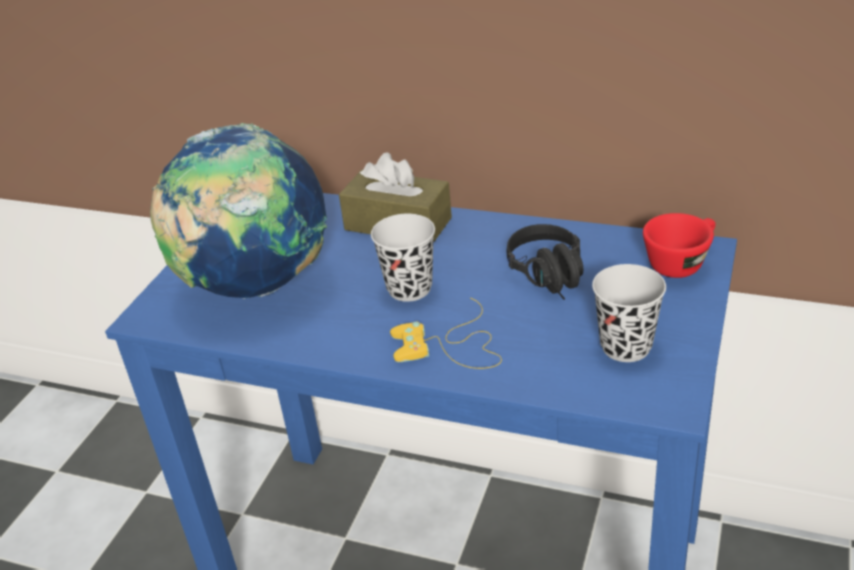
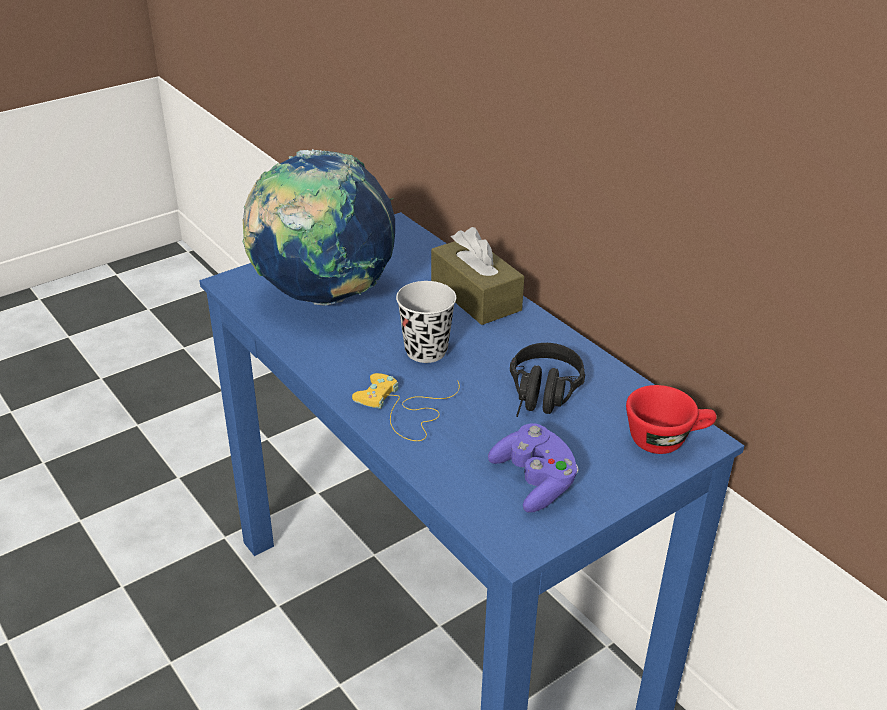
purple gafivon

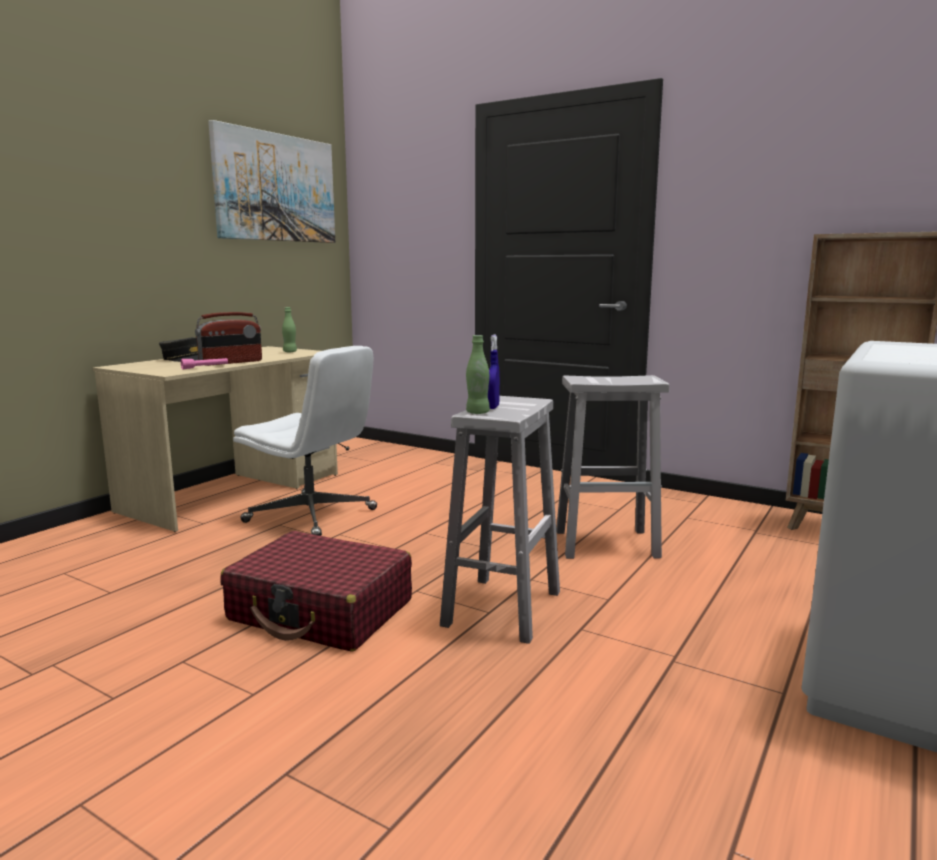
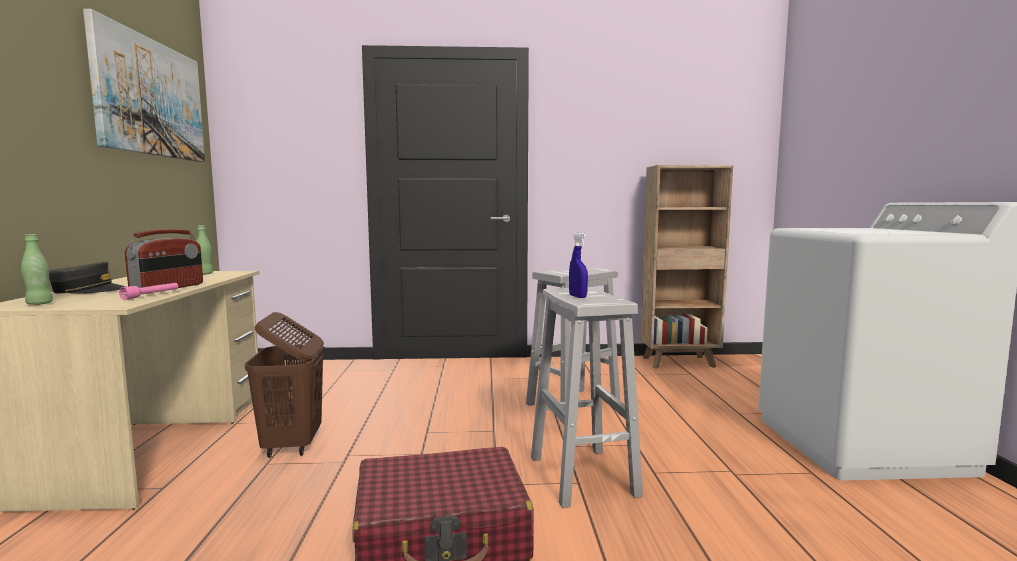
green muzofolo (no. 1 from left); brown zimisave

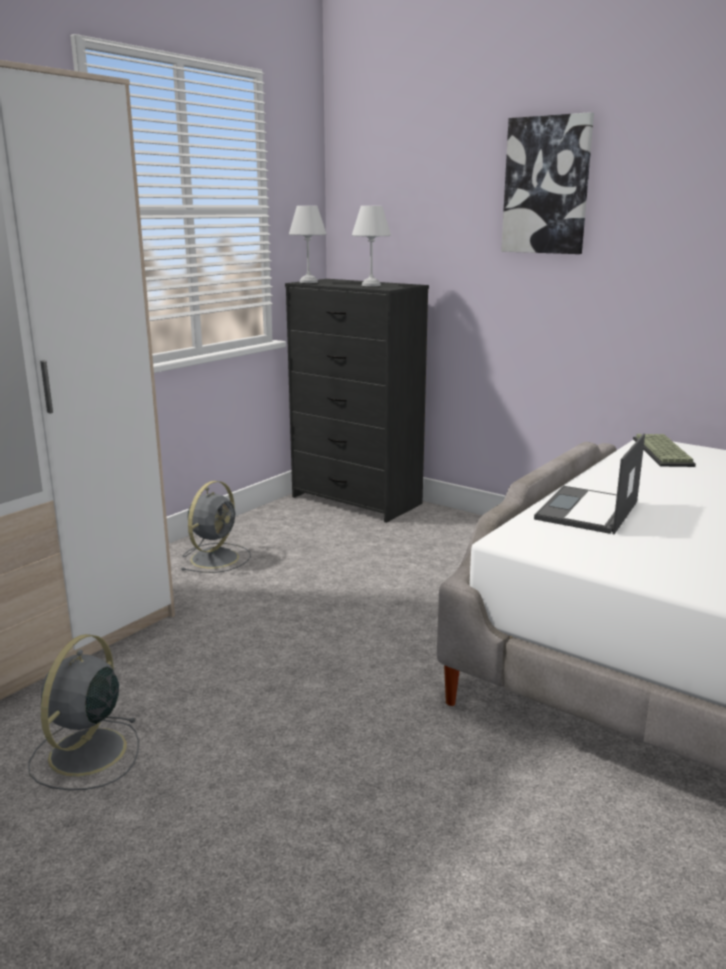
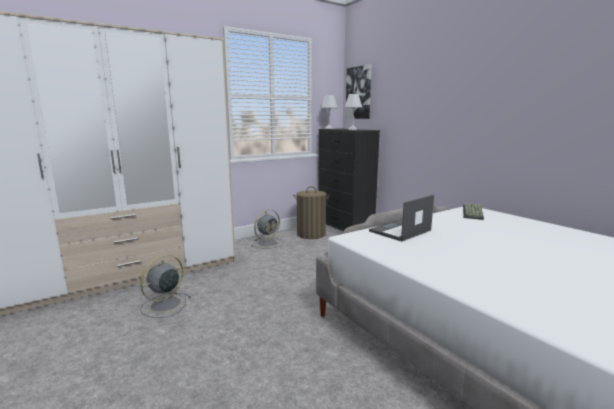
zimisave; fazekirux

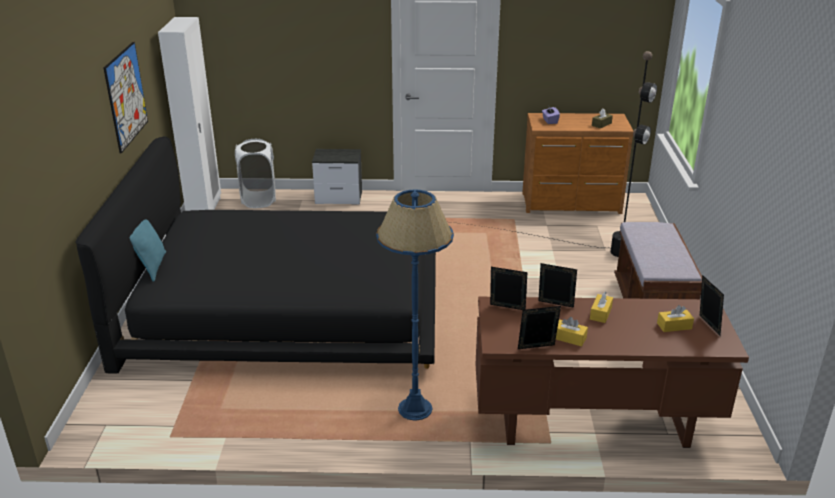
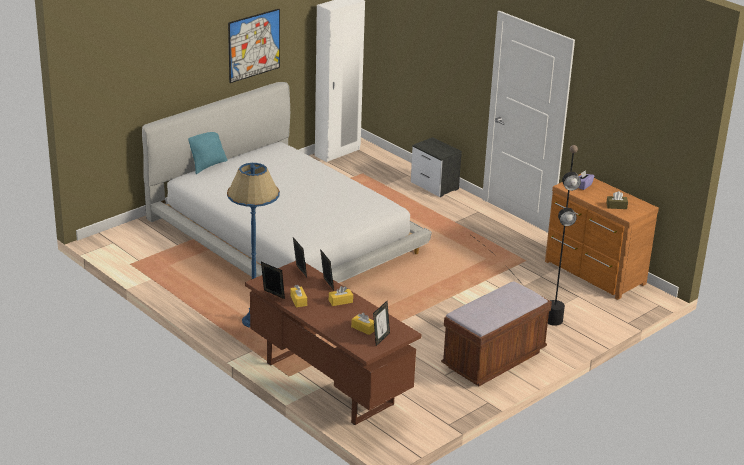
white zimisave; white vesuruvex

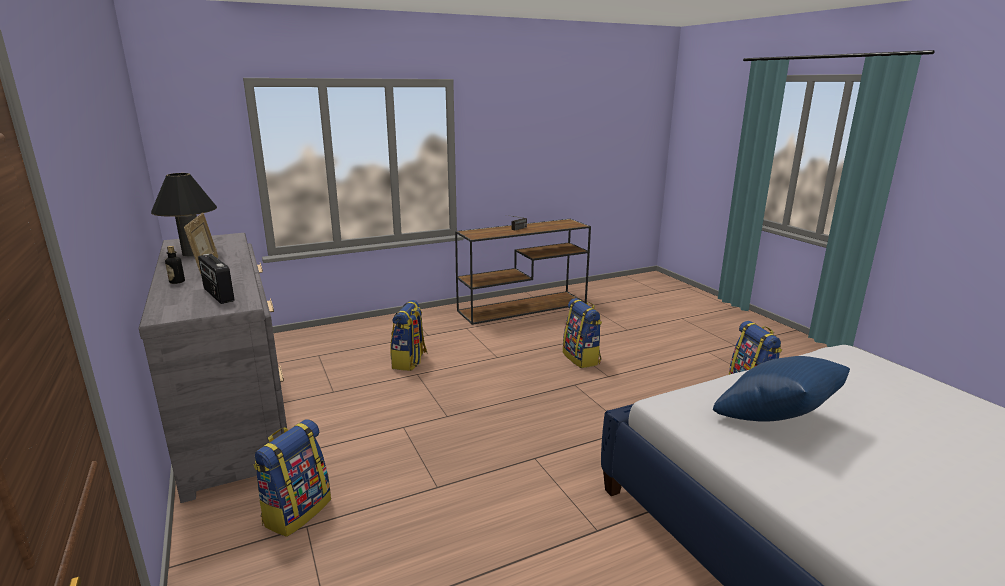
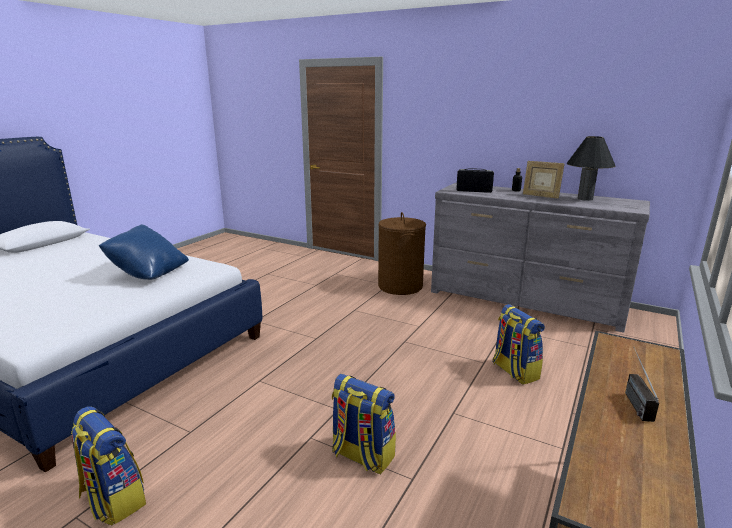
brown zimisave

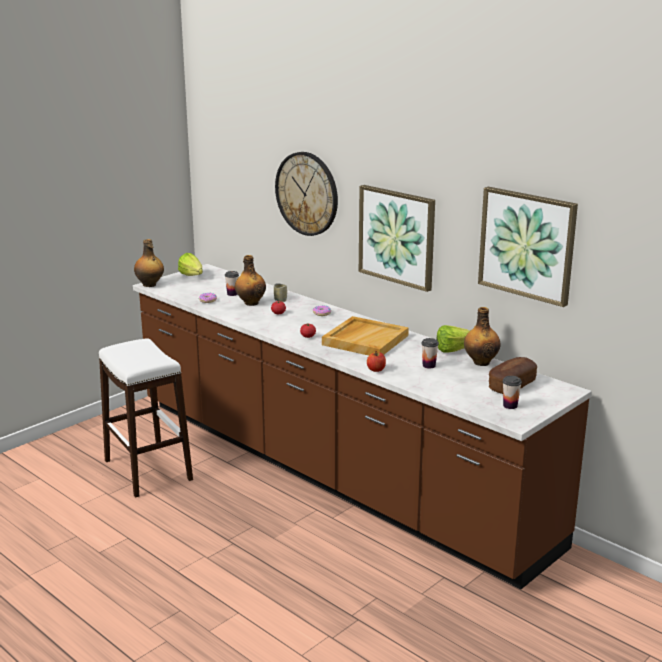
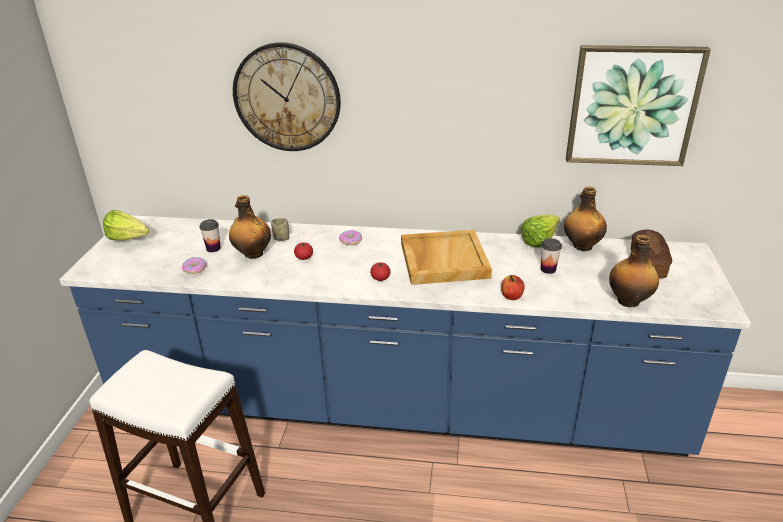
fazekirux (no. 1 from left in the first image); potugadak (no. 4 from left in the first image); muzofolo (no. 3 from left); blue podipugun

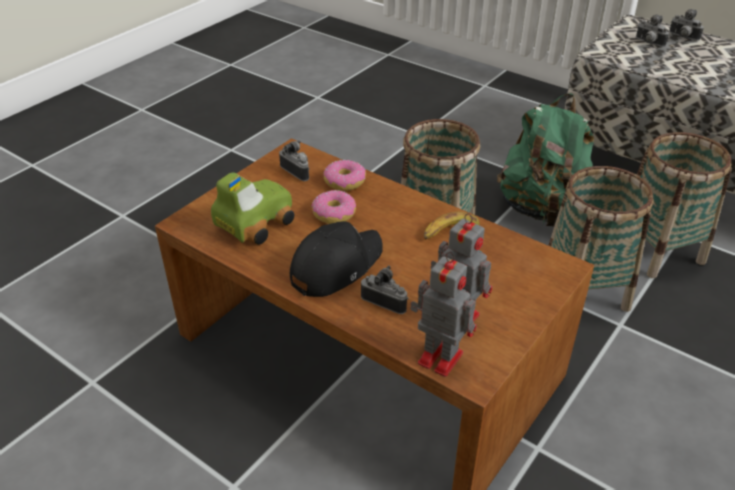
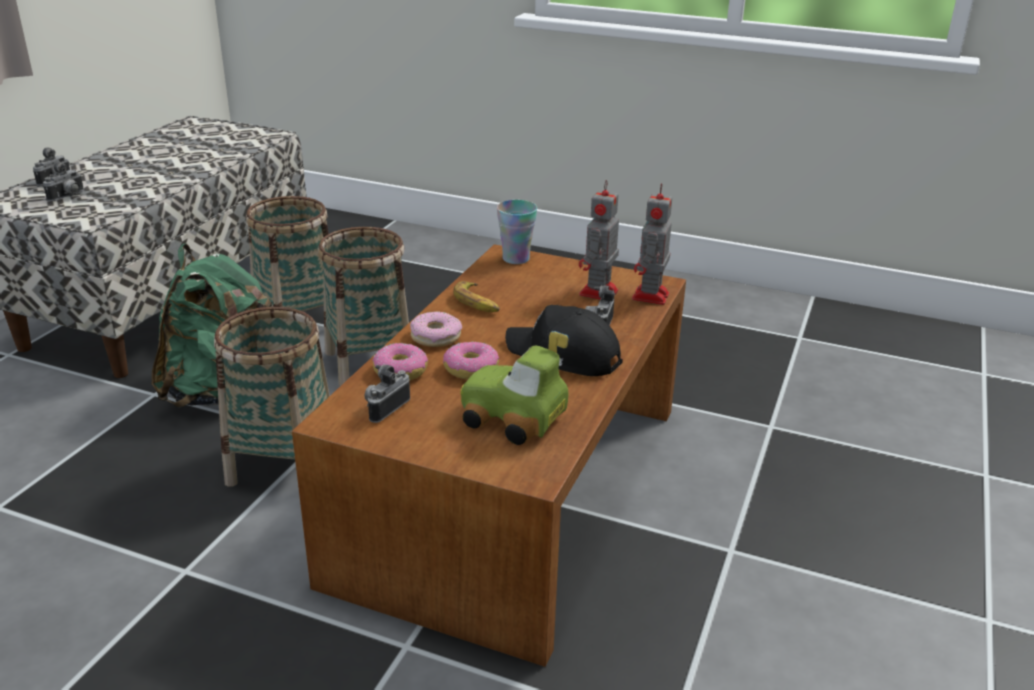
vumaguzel (no. 2 from left); potugadak

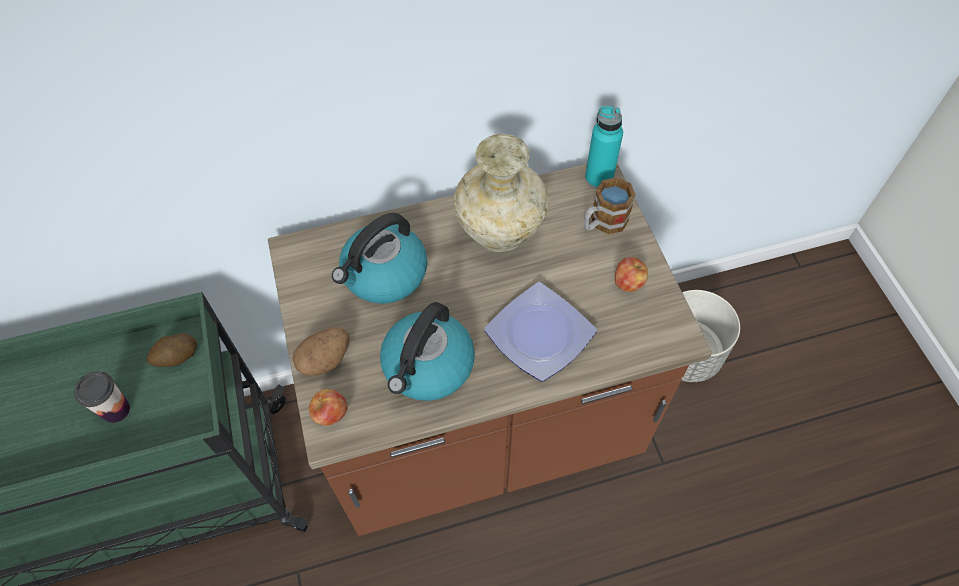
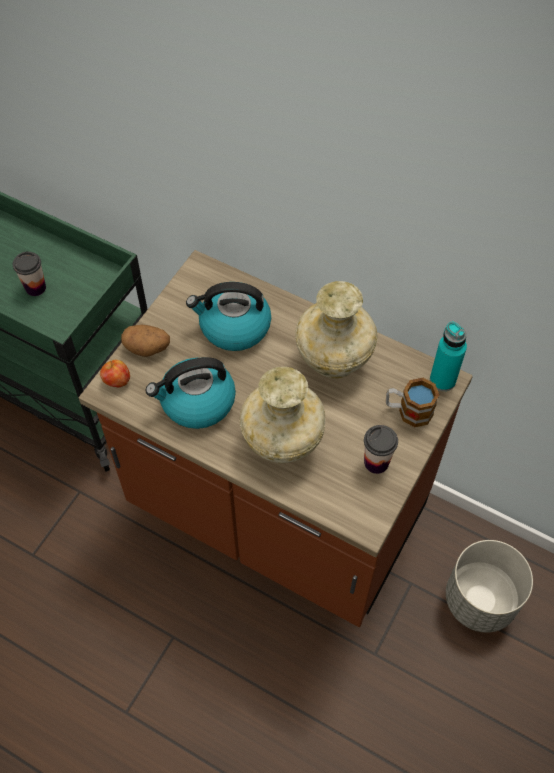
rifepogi (no. 1 from left in the first image); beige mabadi (no. 1 from left); potugadak (no. 2 from left)

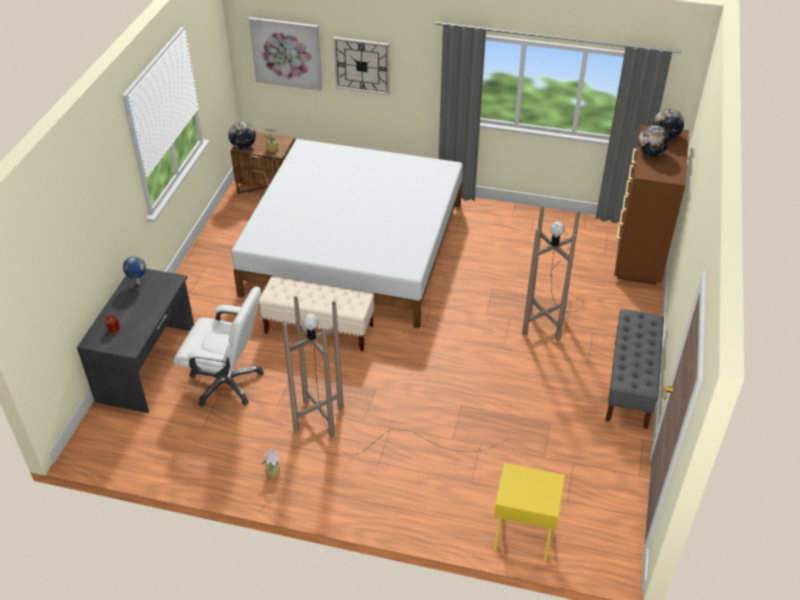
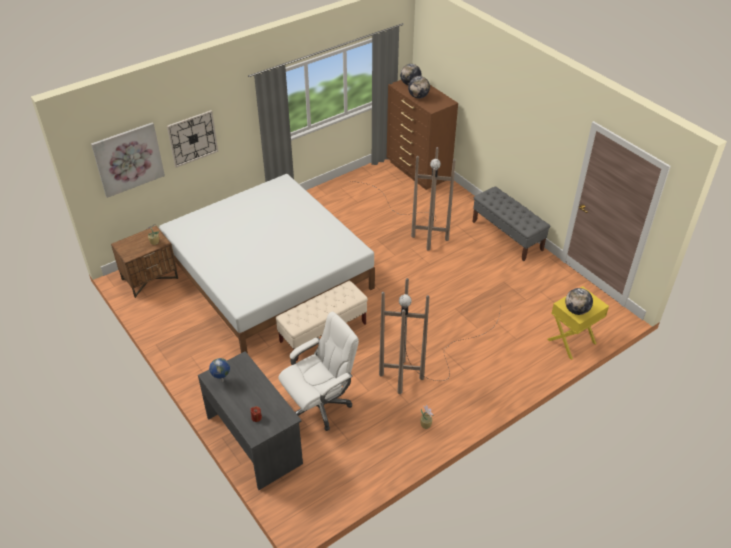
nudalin (no. 4 from left)

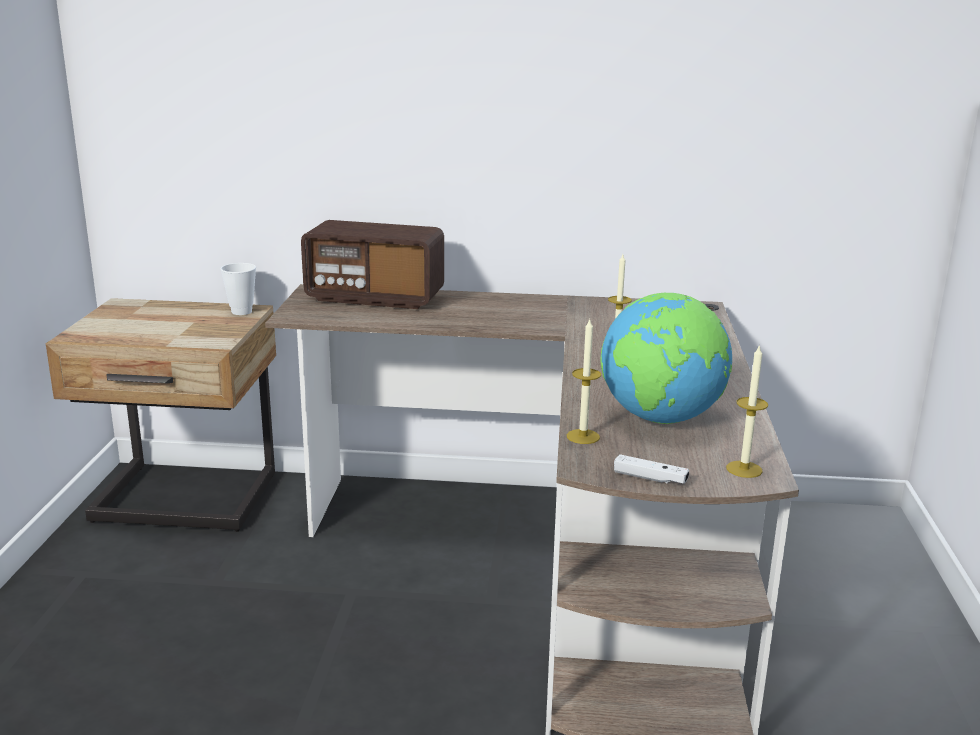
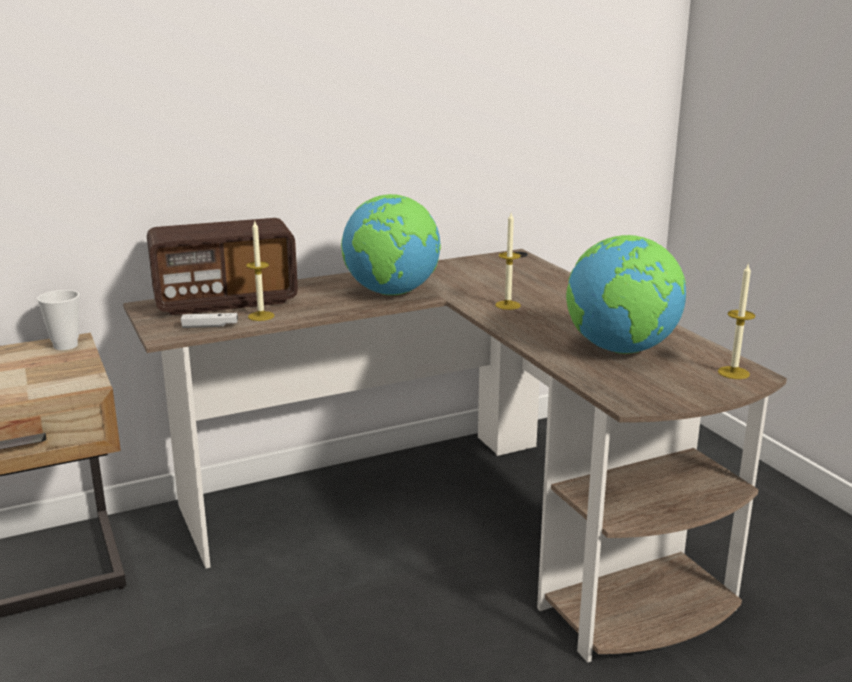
nudalin (no. 1 from left); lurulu (no. 1 from left); white gafivon

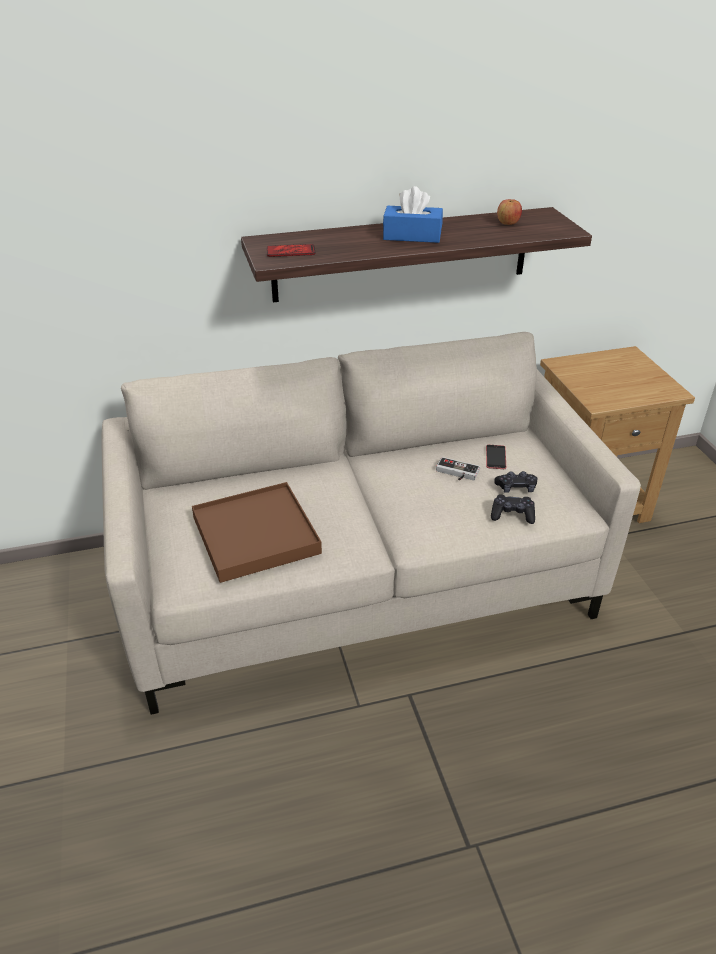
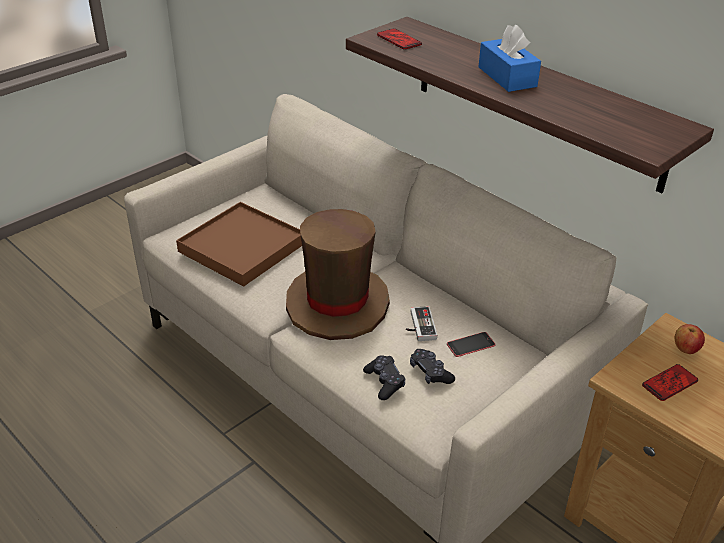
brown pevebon; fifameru (no. 3 from left); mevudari

